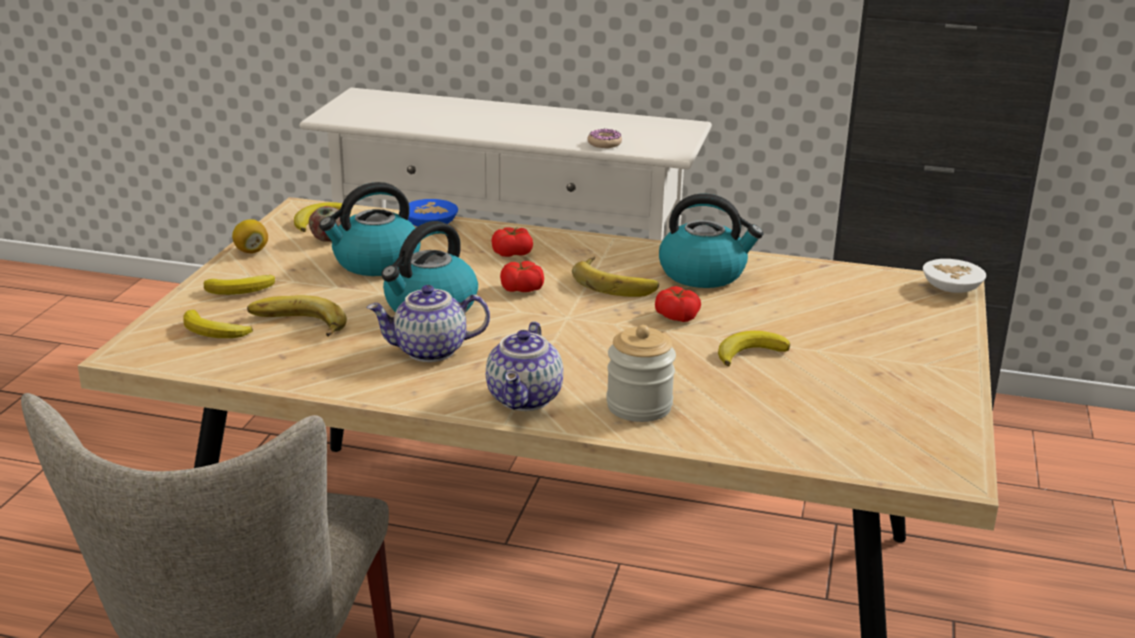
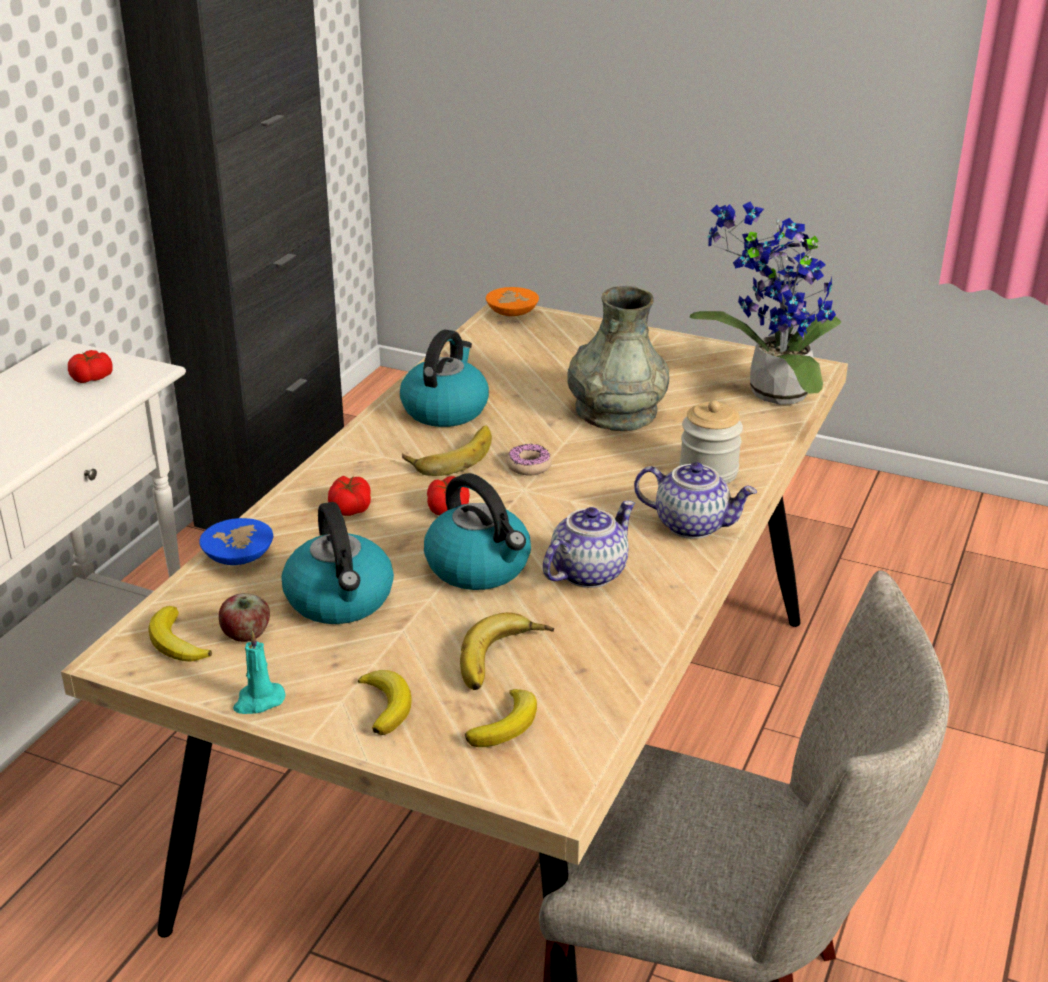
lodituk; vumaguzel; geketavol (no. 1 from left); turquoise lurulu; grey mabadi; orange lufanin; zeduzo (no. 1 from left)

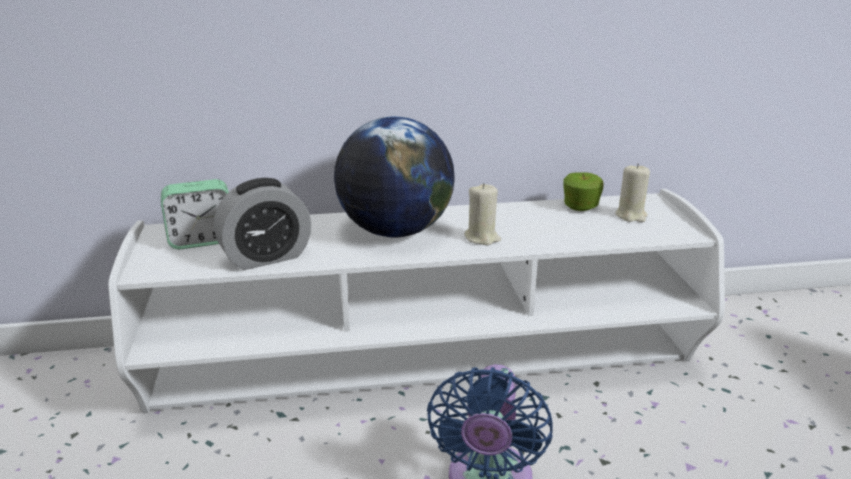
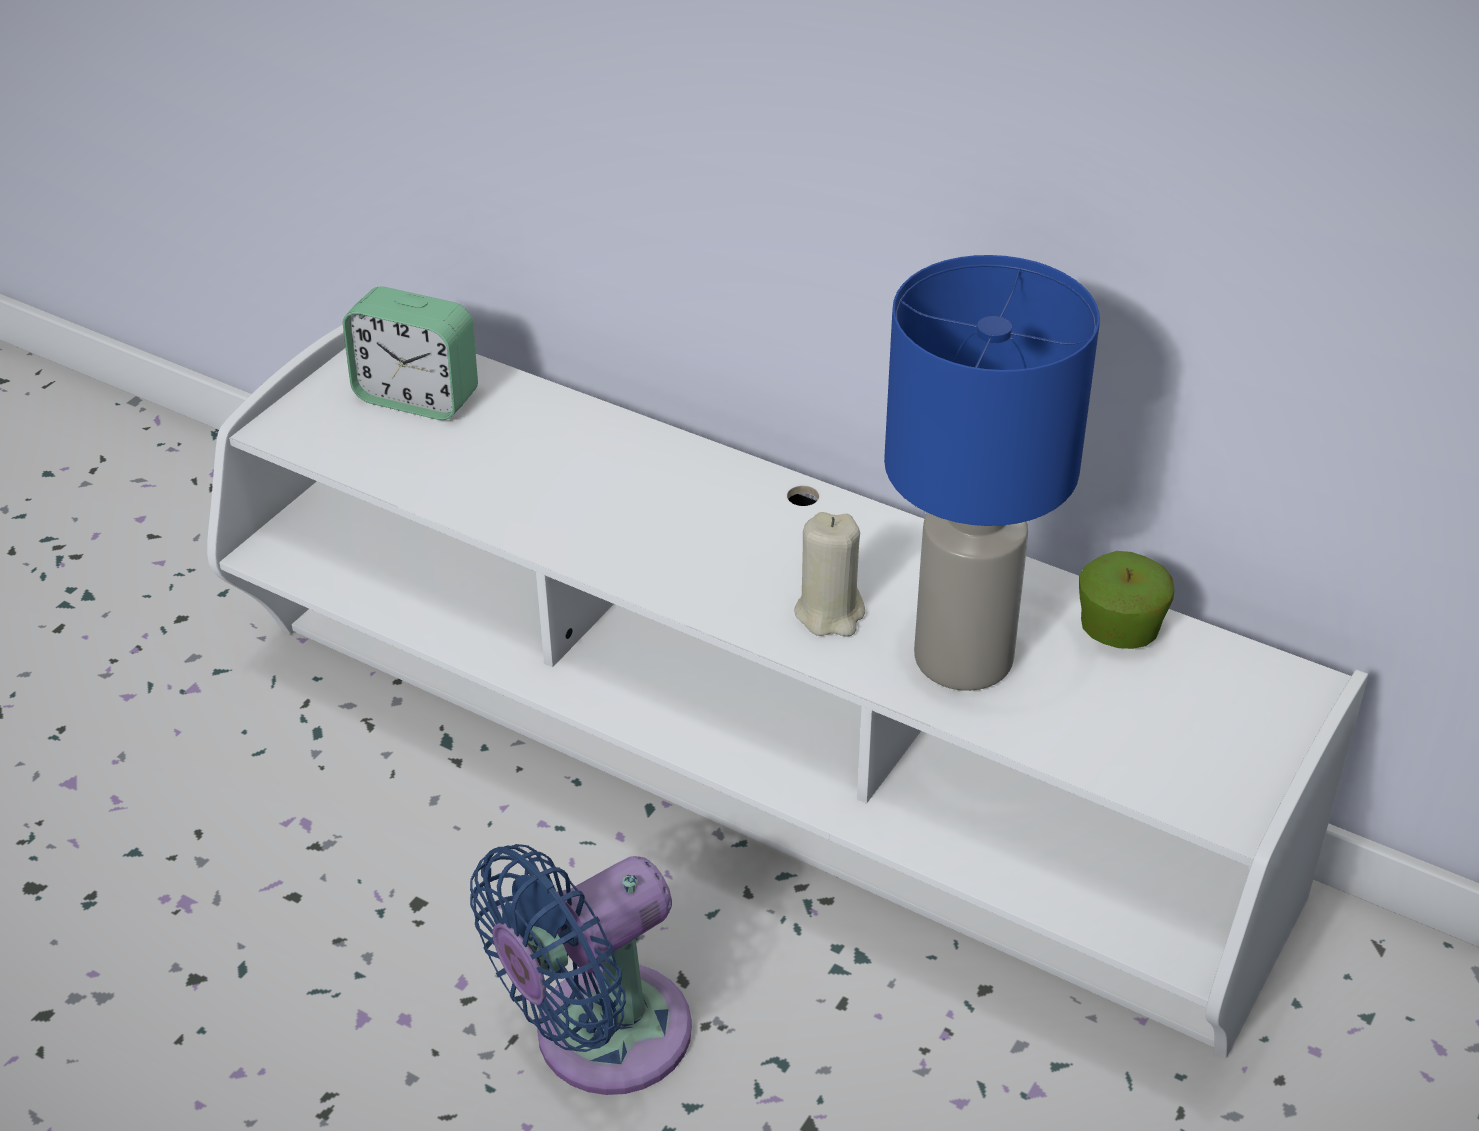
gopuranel (no. 2 from left in the first image); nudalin; beige lurulu (no. 2 from left in the first image); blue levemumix

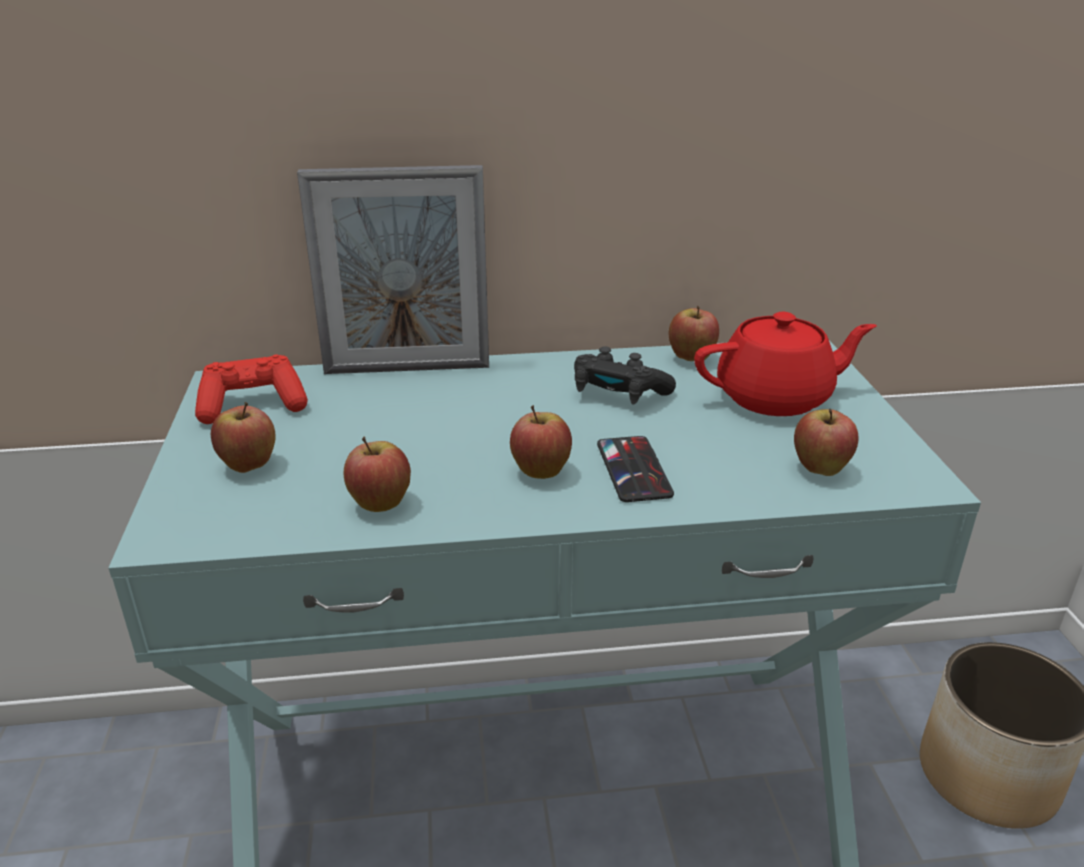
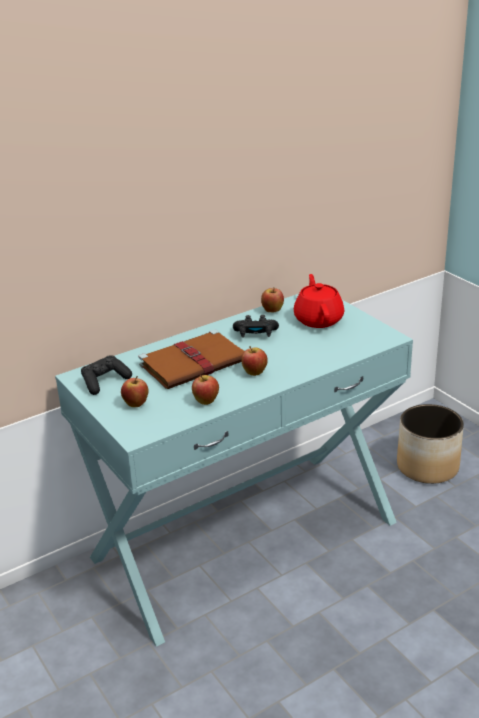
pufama; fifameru; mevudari (no. 5 from left in the first image); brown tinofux; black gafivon (no. 1 from left); red zeduzo

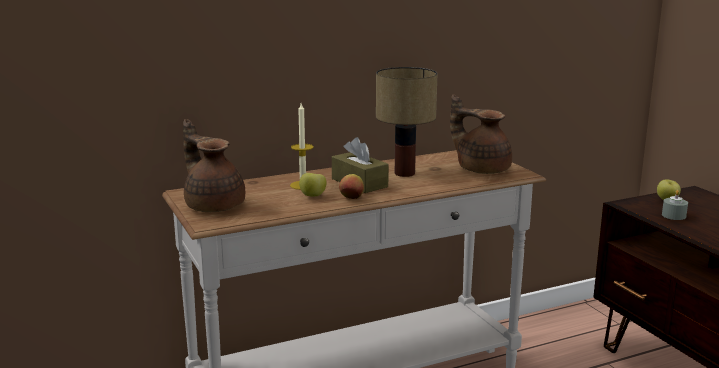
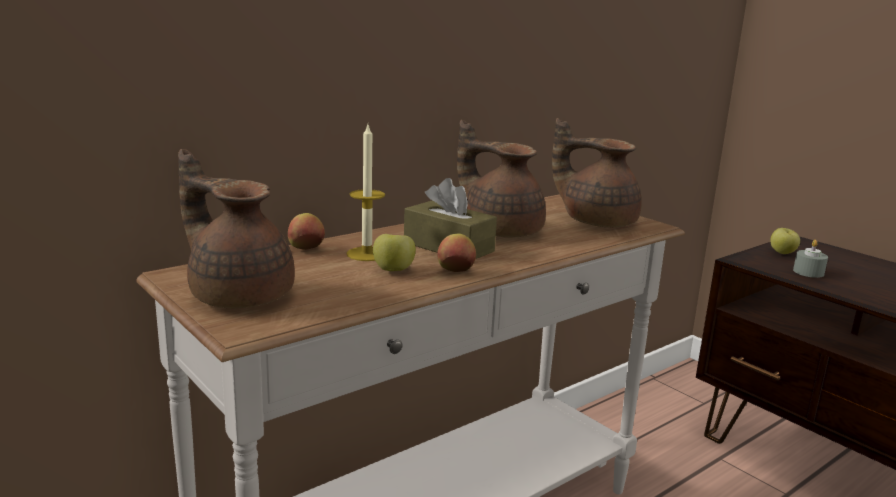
mevudari (no. 1 from left); brown zeduzo (no. 2 from left)

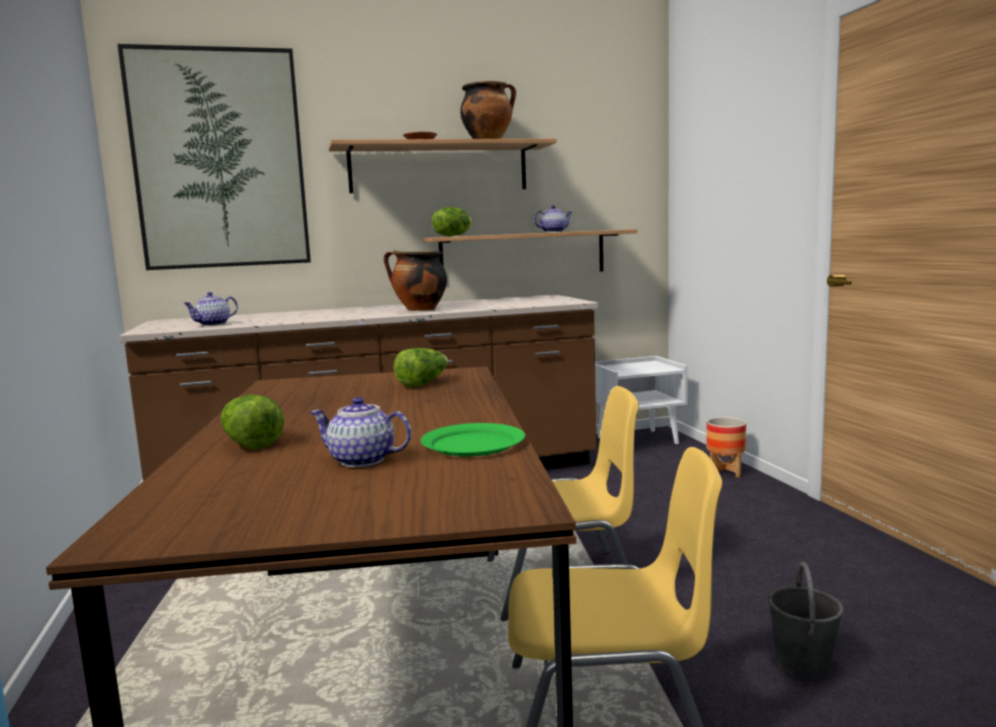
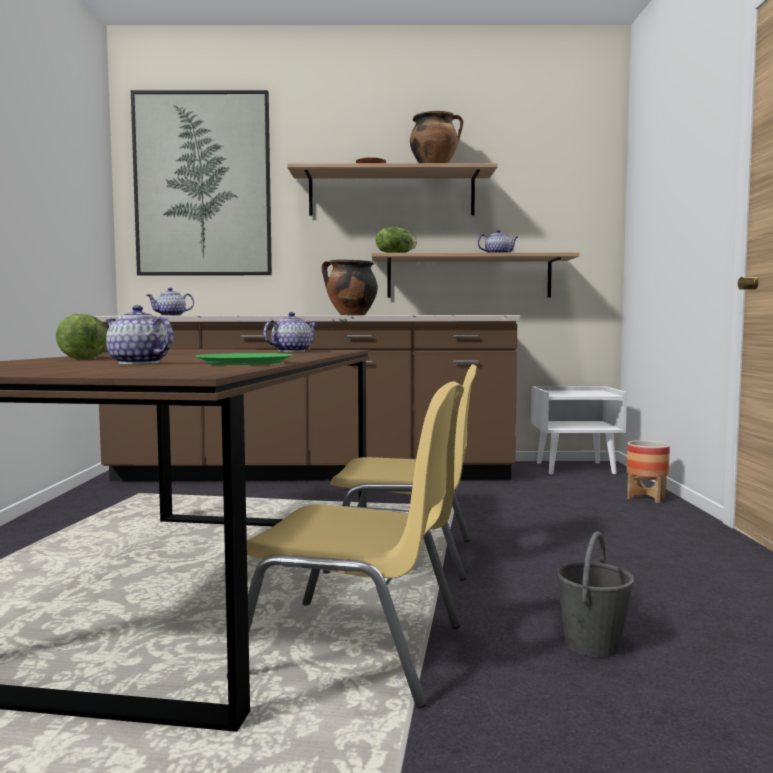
zeduzo (no. 3 from left)

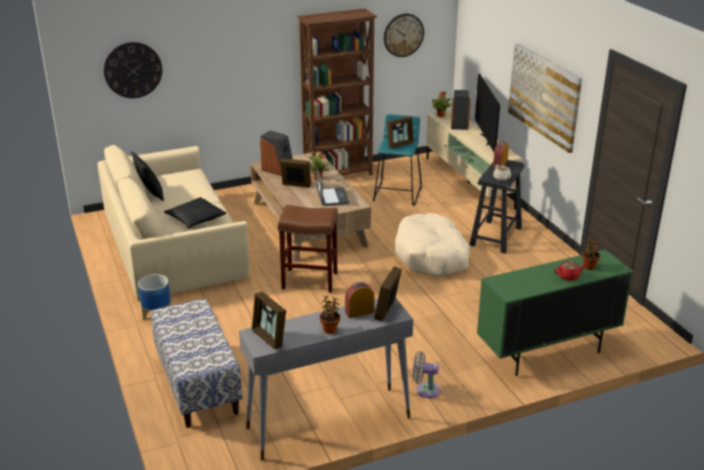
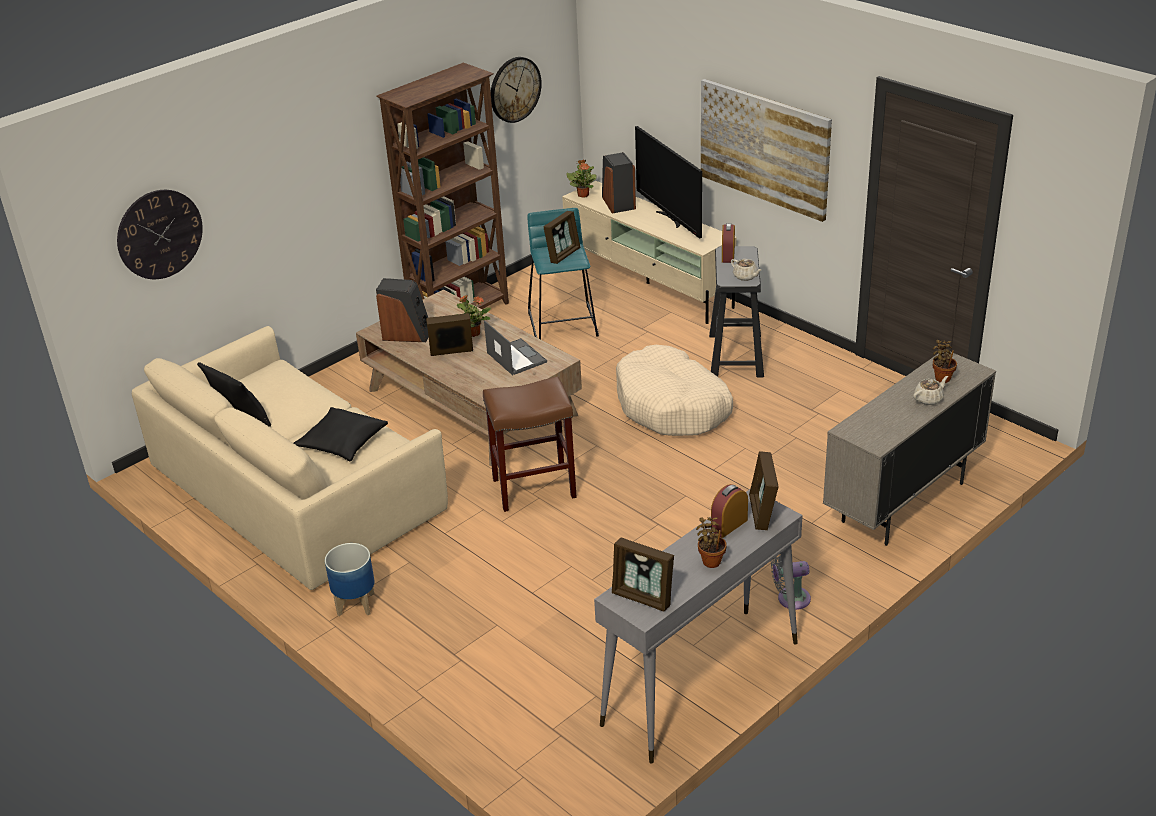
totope; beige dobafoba; beige zeduzo (no. 2 from left)

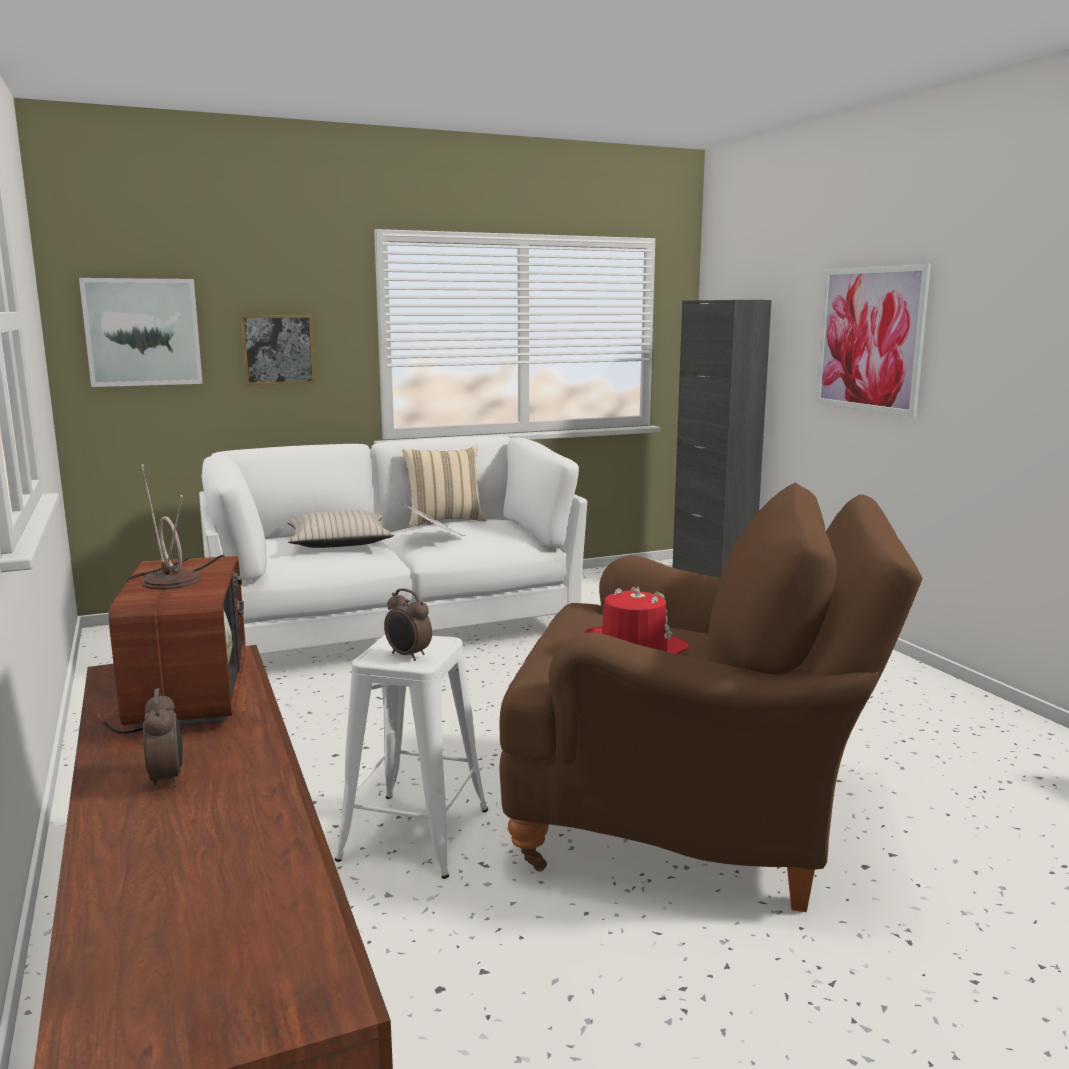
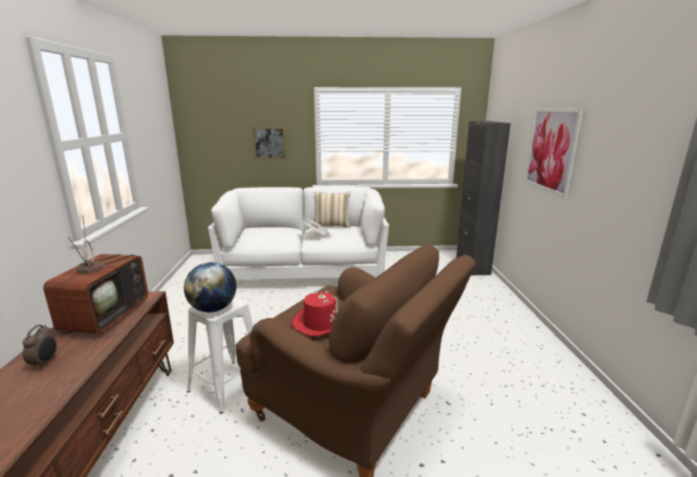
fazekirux (no. 1 from left in the first image); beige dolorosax (no. 1 from left in the first image); nudalin

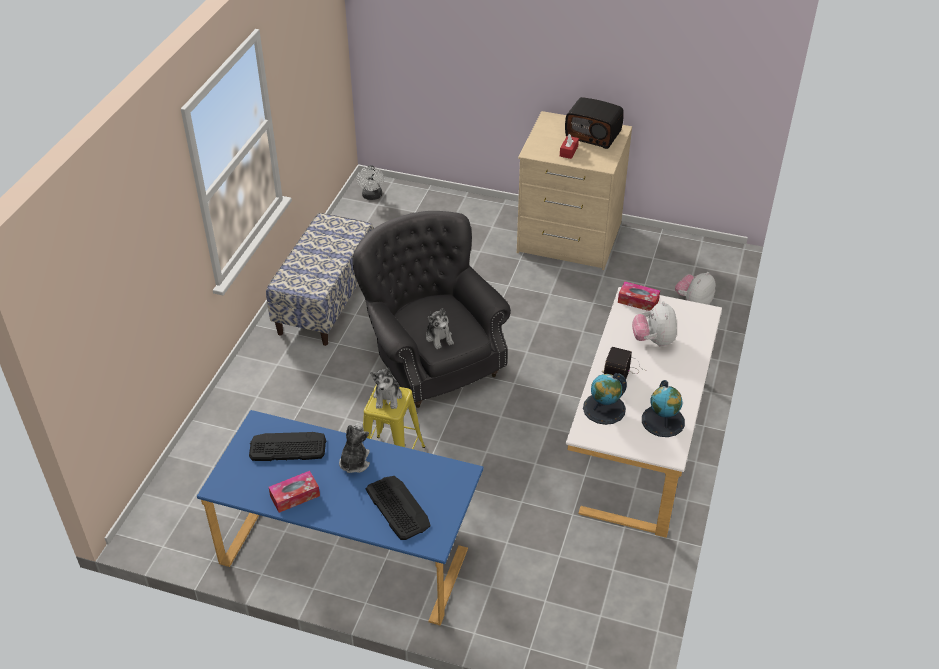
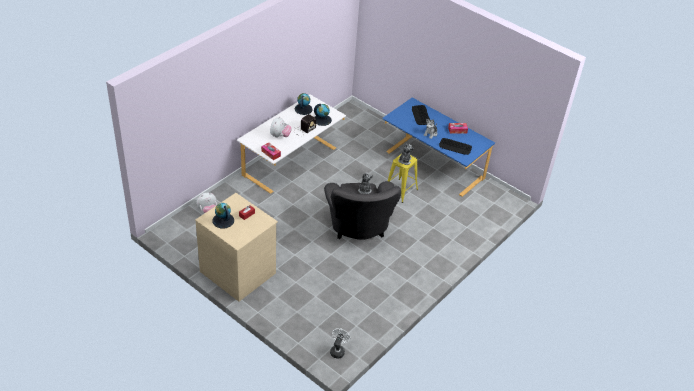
totope; nudalin (no. 1 from left)

